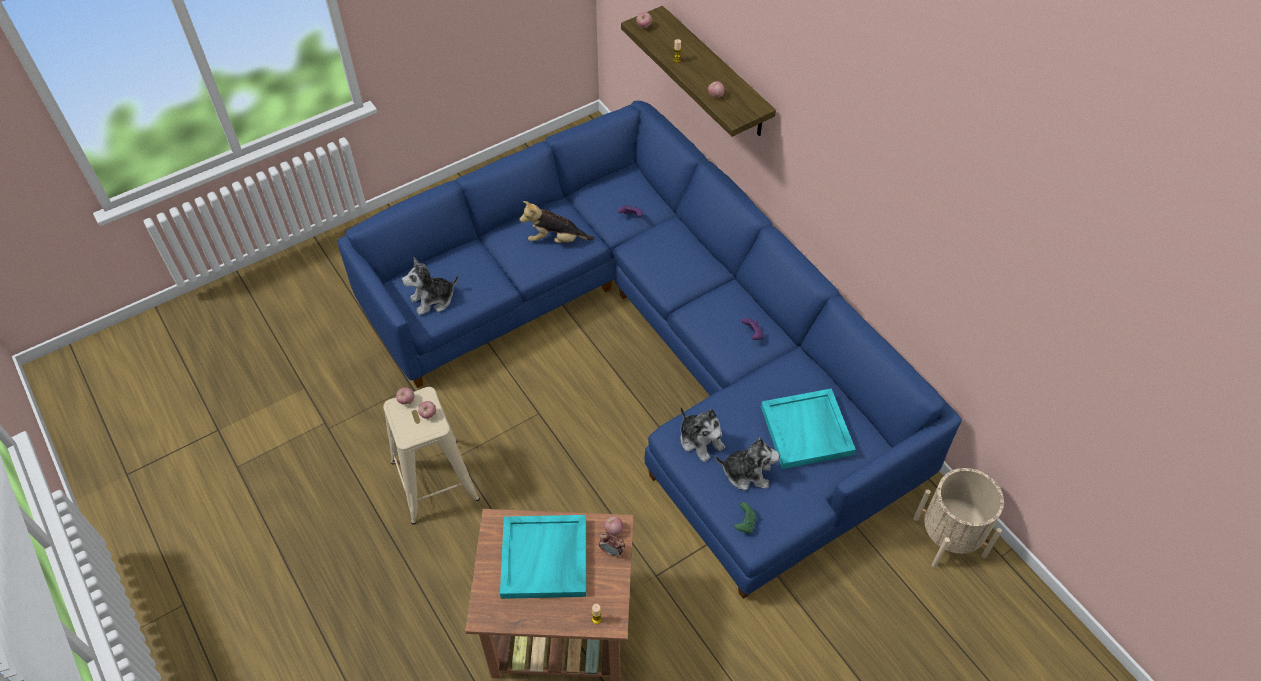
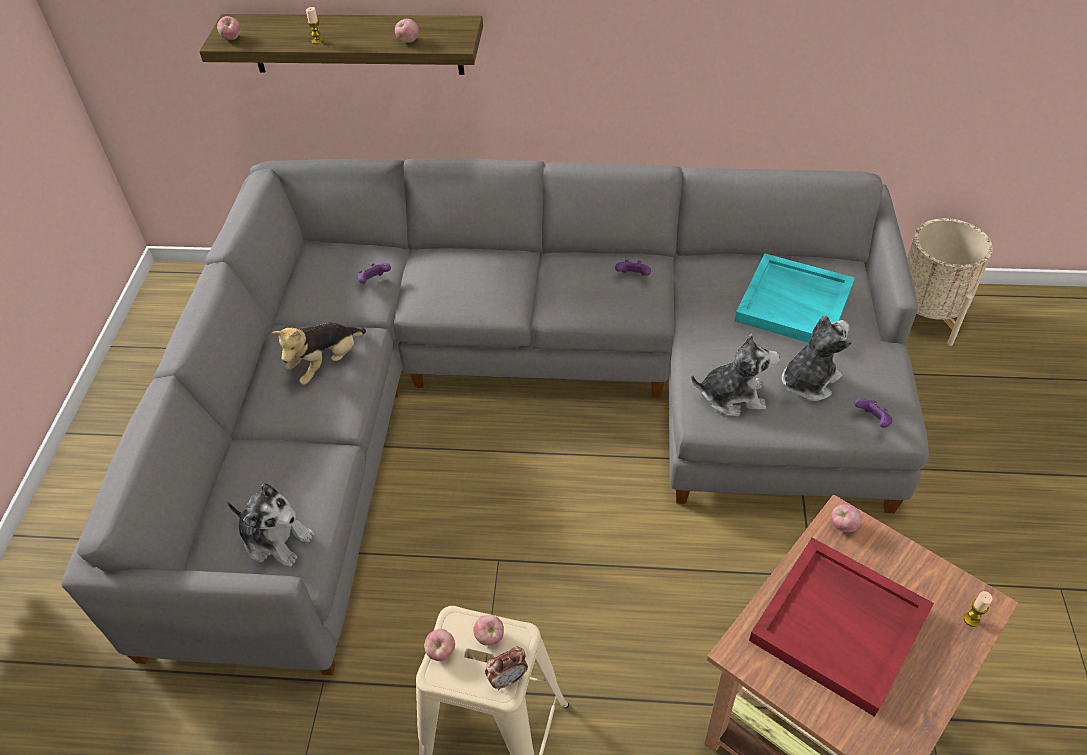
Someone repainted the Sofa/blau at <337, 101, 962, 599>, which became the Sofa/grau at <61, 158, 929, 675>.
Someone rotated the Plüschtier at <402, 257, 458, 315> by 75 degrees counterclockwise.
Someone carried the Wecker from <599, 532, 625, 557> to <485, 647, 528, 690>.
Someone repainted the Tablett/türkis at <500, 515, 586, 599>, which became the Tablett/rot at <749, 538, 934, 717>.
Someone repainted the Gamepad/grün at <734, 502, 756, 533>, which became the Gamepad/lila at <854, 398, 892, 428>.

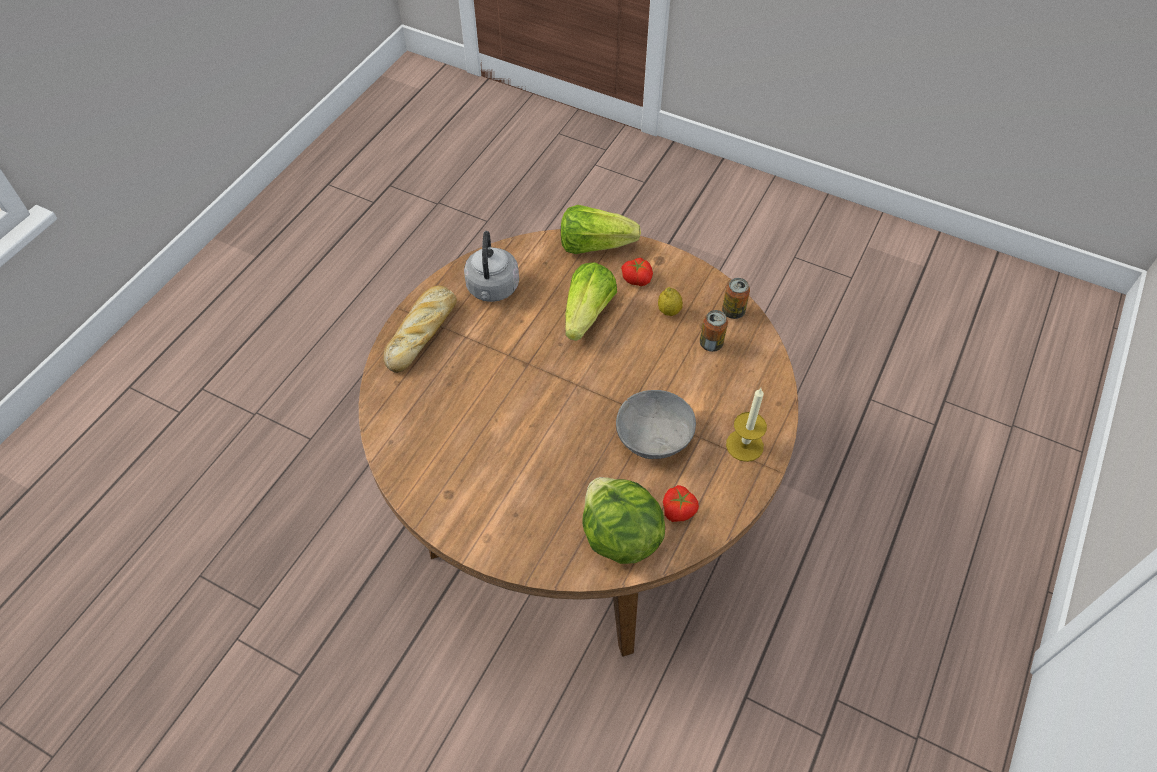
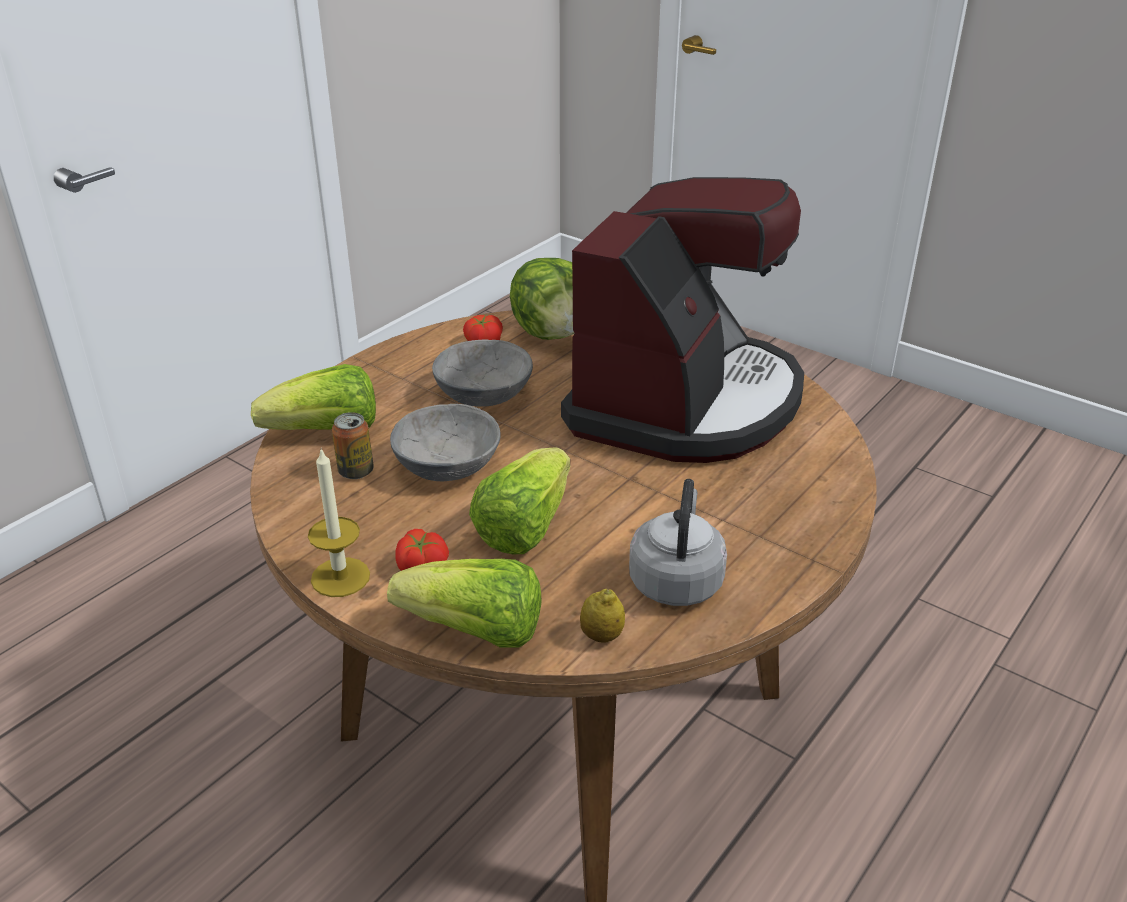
Someone put down the Salatkopf at <251, 364, 376, 430>.
Someone carried the Kerze from <726, 388, 767, 462> to <308, 448, 370, 597>.
Someone put down the Schüssel/grau at <390, 404, 501, 481>.
Someone put down the Kaffeemaschine at <561, 177, 804, 463>.
Someone carried the Zitrone from <658, 287, 683, 316> to <580, 589, 625, 643>.
Someone took away the Brot at <383, 285, 457, 373>.
Someone took away the Dose at <722, 278, 750, 319>.

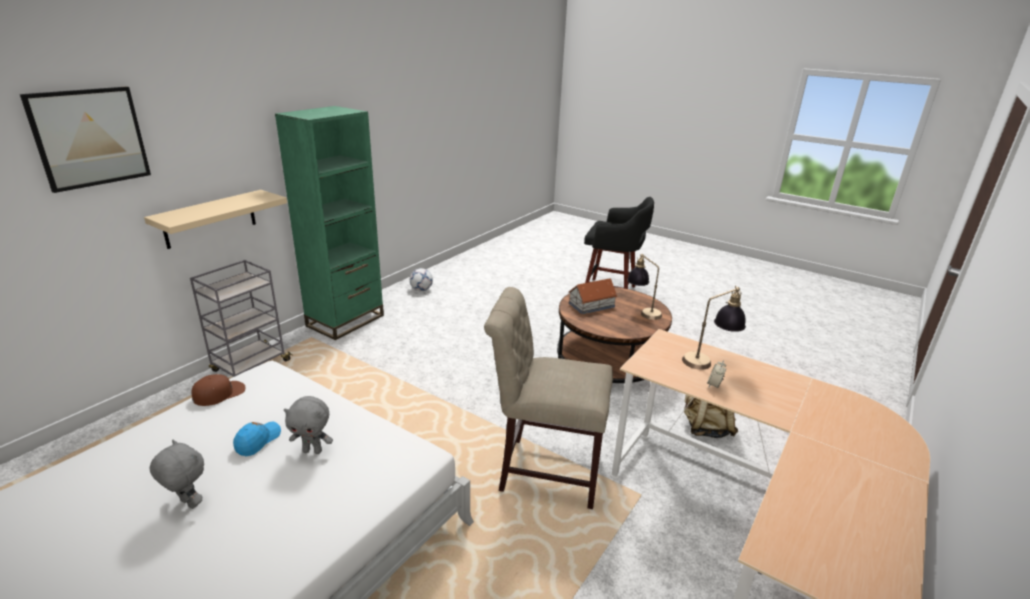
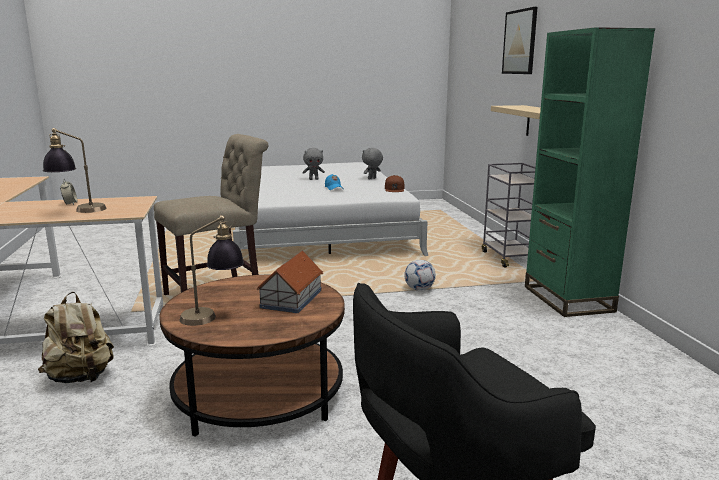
Someone carried the Plüschtier/grau from <284, 396, 333, 454> to <362, 148, 383, 179>.
Someone carried the Fußball from <410, 268, 433, 291> to <404, 260, 436, 291>.

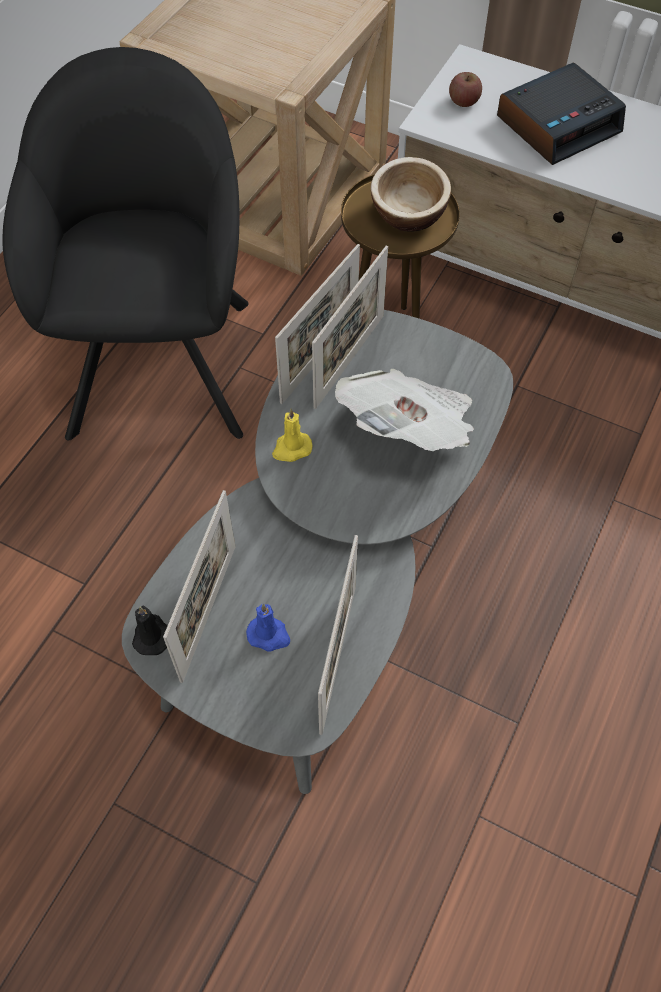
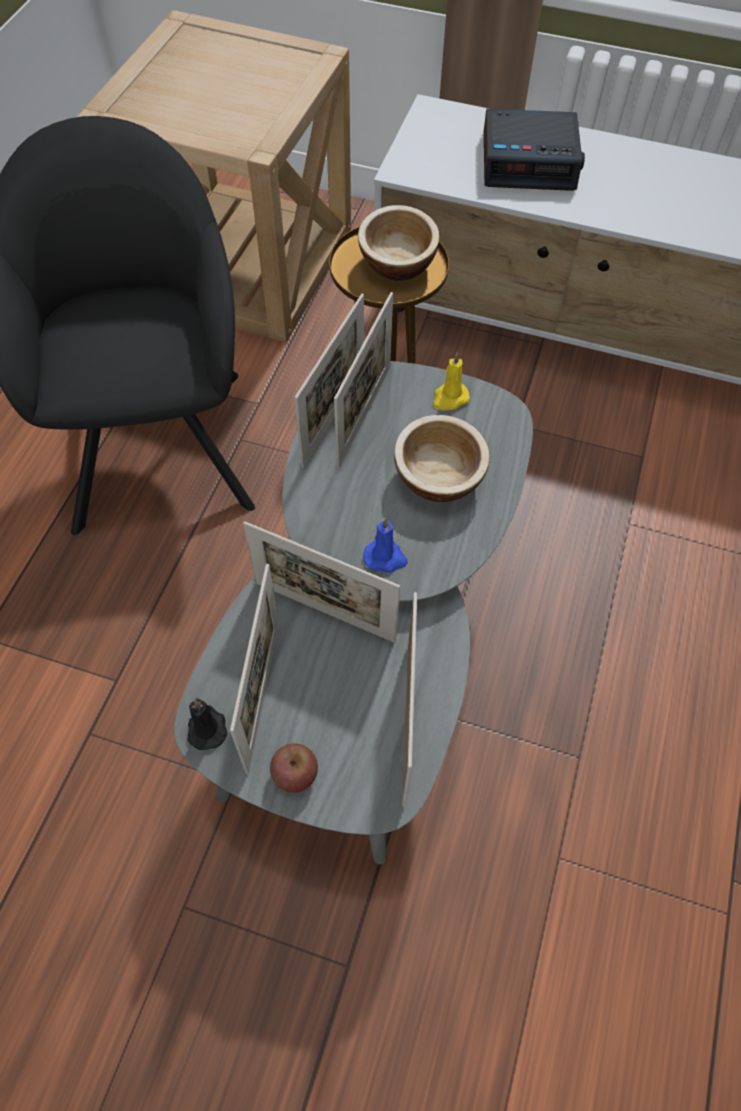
Someone put down the Bilderrahmen at <243, 522, 400, 643>.
Someone carried the Apfel from <449, 72, 482, 107> to <270, 743, 318, 792>.
Someone carried the Kerze/blau from <246, 604, 290, 652> to <363, 518, 408, 573>.
Someone swapped the Zeitung at <335, 369, 474, 451> for the Schüssel at <394, 415, 490, 502>.
Someone carried the Kerze/gelb from <272, 408, 313, 462> to <433, 352, 470, 410>.
Someone rotated the Wecker at <497, 63, 626, 165> by 45 degrees clockwise.

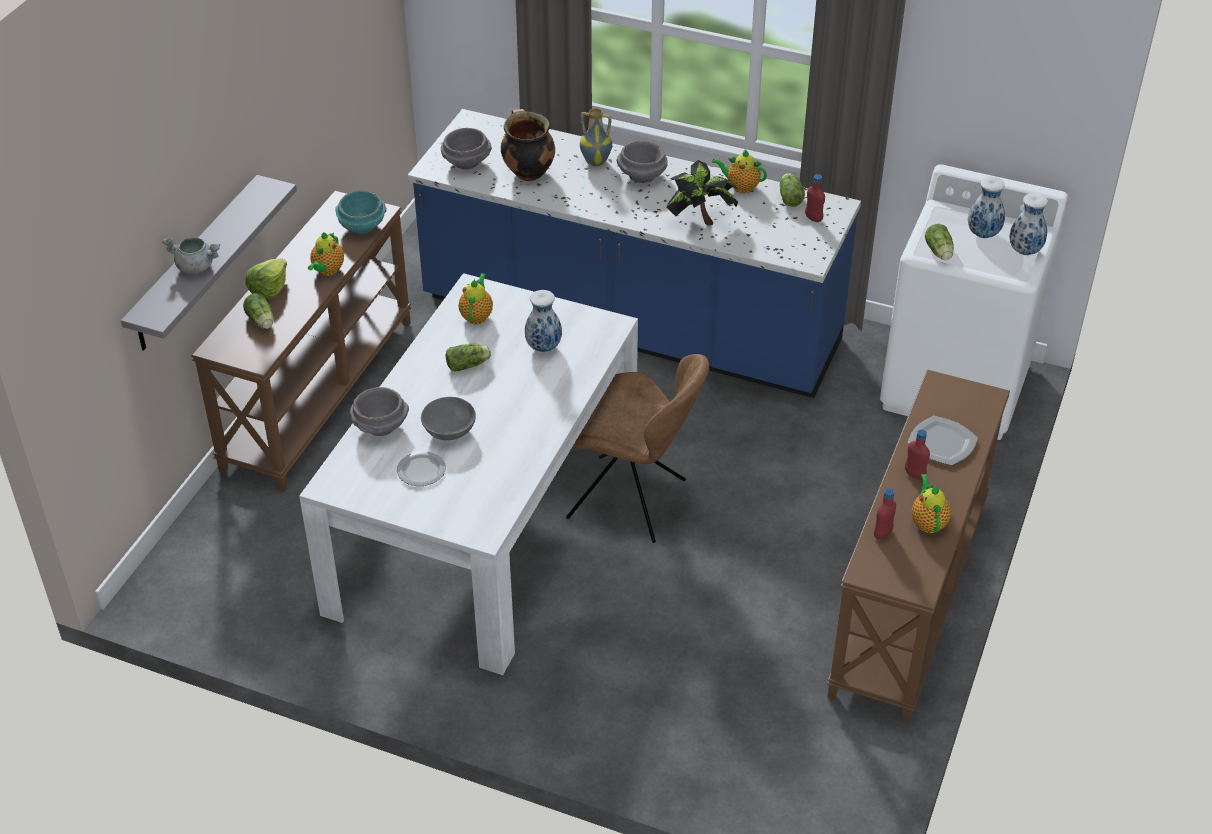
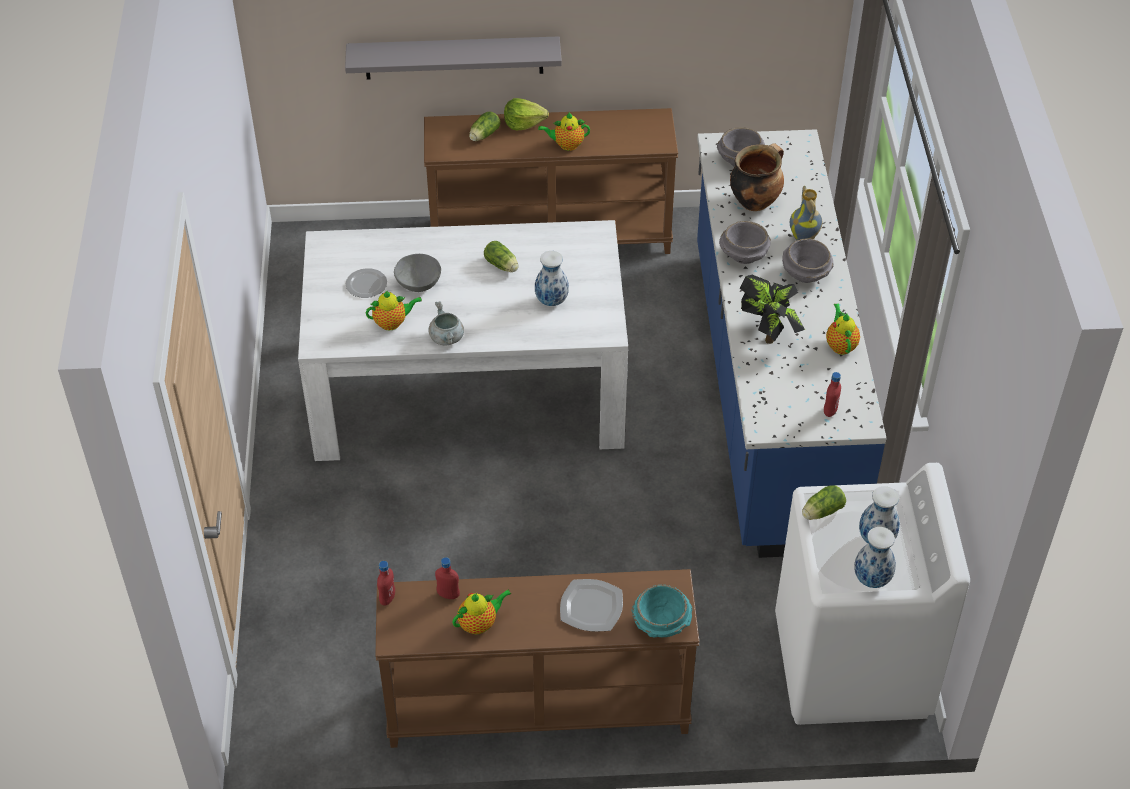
Someone carried the Teekanne from <459, 274, 493, 324> to <366, 291, 422, 330>.
Someone carried the Flasche/rot from <905, 429, 930, 480> to <377, 561, 395, 606>.
Someone carried the Kochtopf/grau from <163, 237, 220, 274> to <429, 301, 464, 346>.
Someone carried the Schüssel/türkis from <335, 190, 387, 234> to <632, 585, 692, 638>.
Someone carried the Schüssel/grau from <350, 387, 409, 436> to <719, 221, 771, 264>.
Someone took away the Stuhl/braun at <566, 354, 709, 543>.
Someone took away the Salatkopf at <780, 173, 805, 207>.

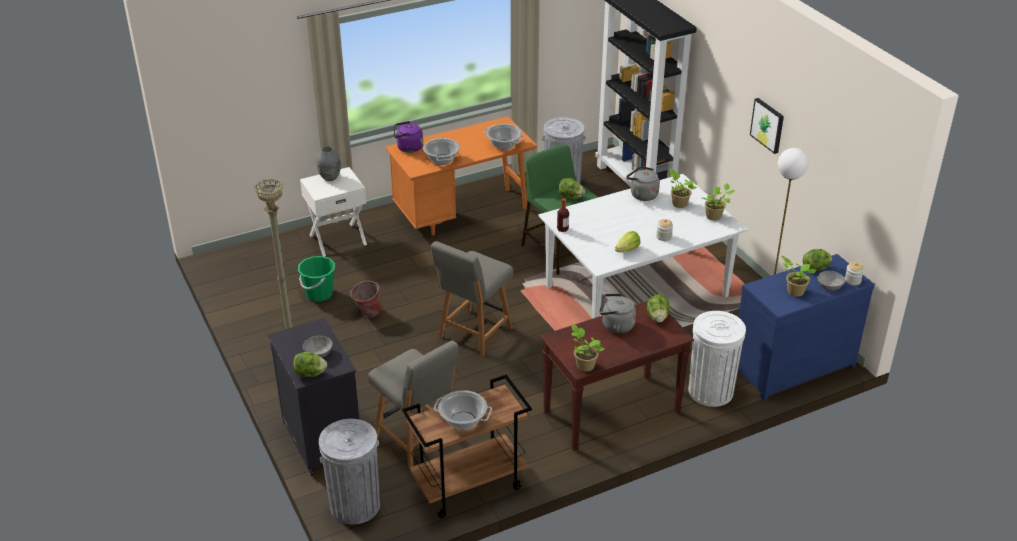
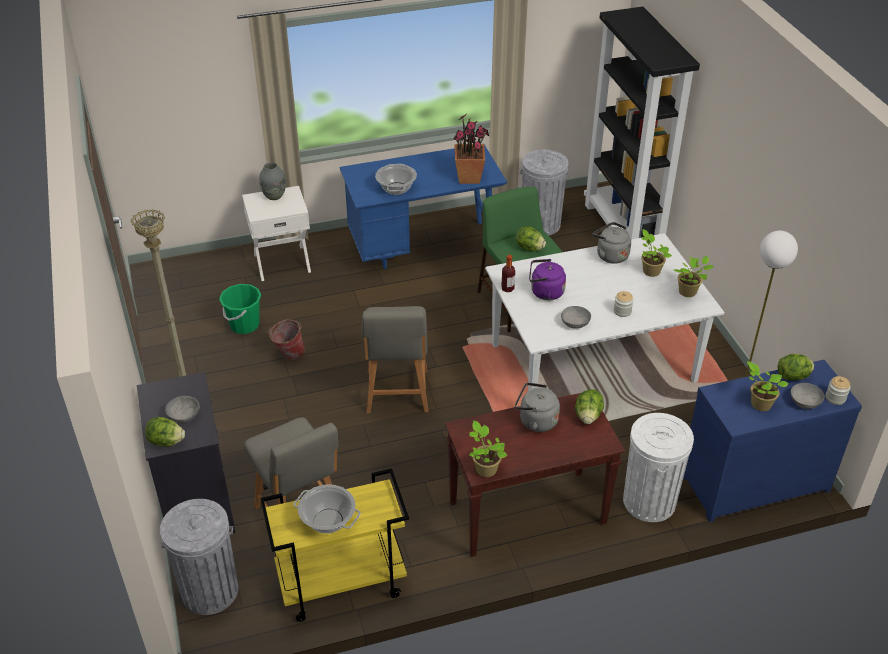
Someone repainted the Rollwagen/braun at <402, 375, 532, 518>, which became the Rollwagen/gelb at <260, 469, 409, 622>.
Someone repainted the Schreibtisch/orange at <385, 117, 538, 236>, which became the Schreibtisch/blau at <339, 145, 507, 269>.
Someone rotated the Stuhl/grau at <431, 241, 513, 356> by 45 degrees counterclockwise.
Someone swapped the Kochtopf at <483, 124, 525, 150> for the Topfpflanze at <453, 114, 490, 184>.
Someone carried the Wasserkessel/lila from <394, 121, 423, 153> to <529, 259, 566, 300>.
Someone swapped the Salatkopf at <615, 231, 640, 252> for the Schüssel/grau at <561, 306, 591, 329>.
Someone took away the Bild at <750, 98, 784, 154>.

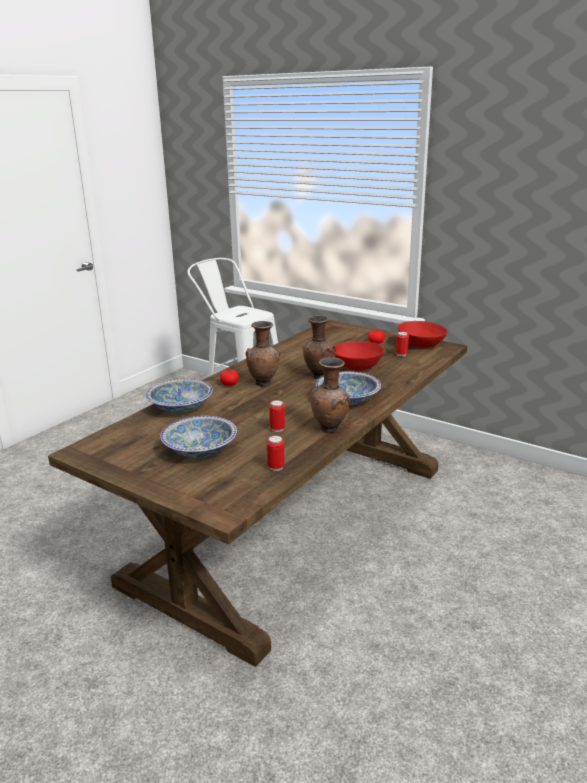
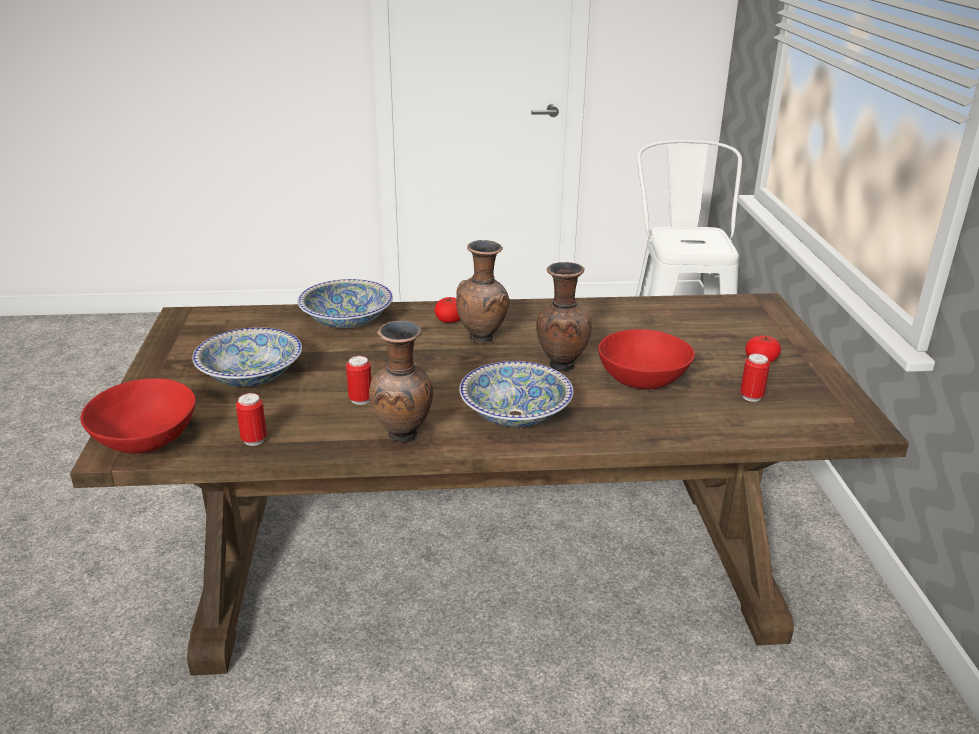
Someone carried the Schüssel/rot from <398, 321, 448, 348> to <80, 379, 196, 454>.

